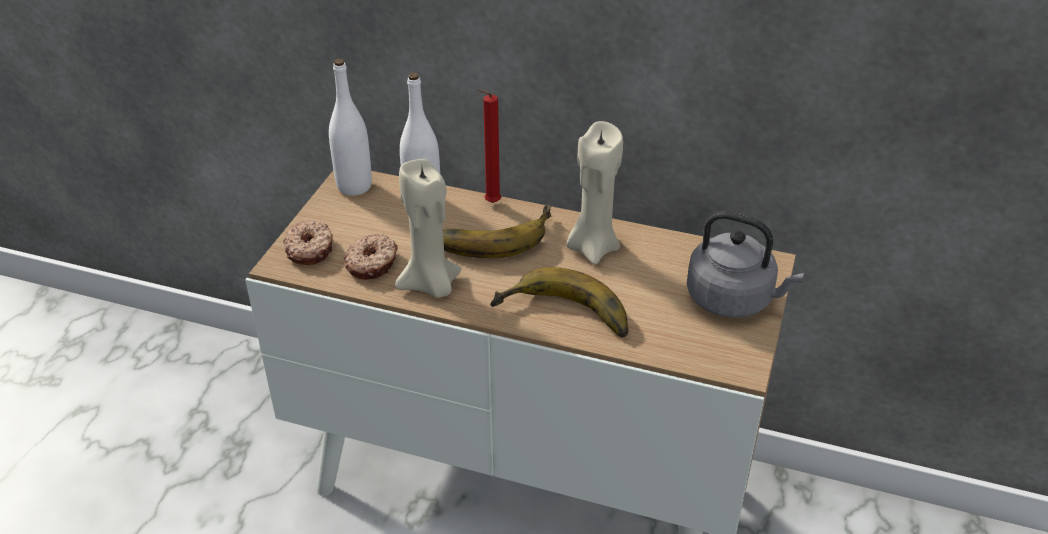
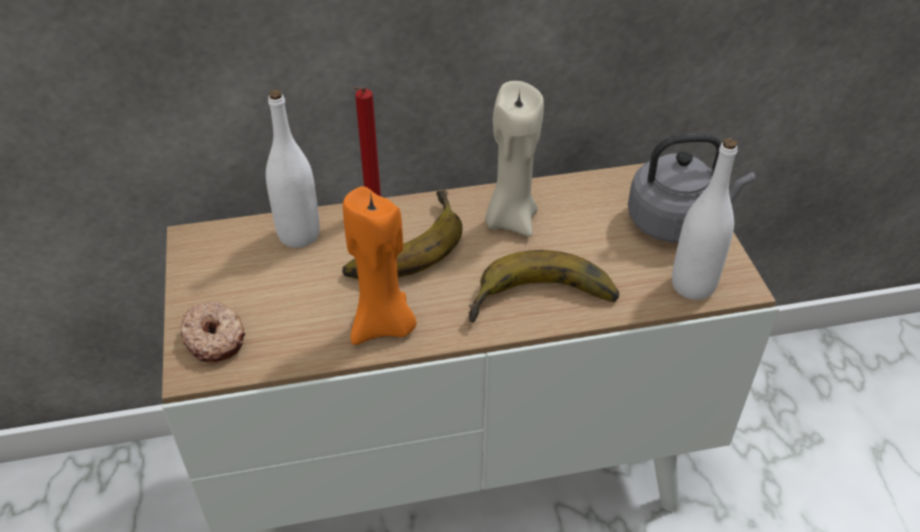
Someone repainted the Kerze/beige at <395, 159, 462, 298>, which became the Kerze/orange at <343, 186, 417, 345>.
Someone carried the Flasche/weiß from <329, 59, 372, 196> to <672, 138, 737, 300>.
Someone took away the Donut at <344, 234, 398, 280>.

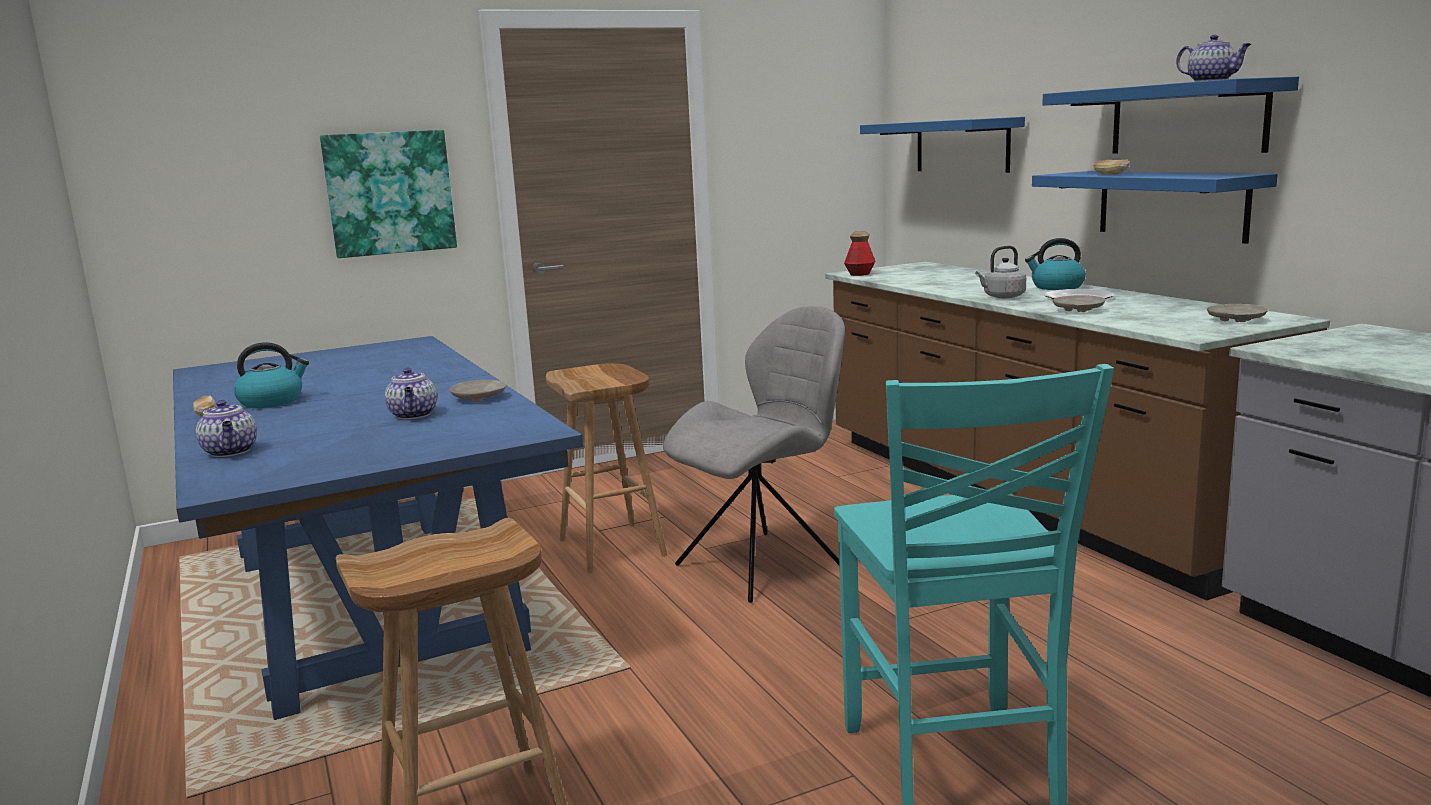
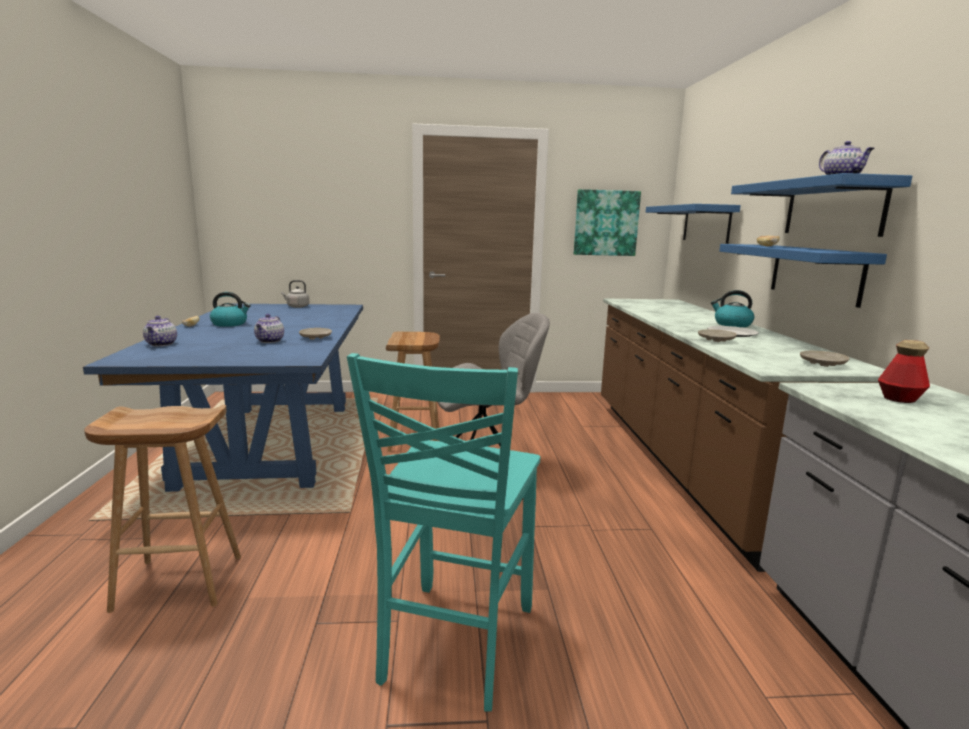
Someone carried the Wasserkessel/grau from <975, 246, 1026, 298> to <281, 280, 309, 308>.
Someone carried the Bild from <320, 130, 457, 258> to <574, 189, 641, 256>.
Someone carried the Flasche from <844, 231, 875, 276> to <878, 340, 930, 403>.

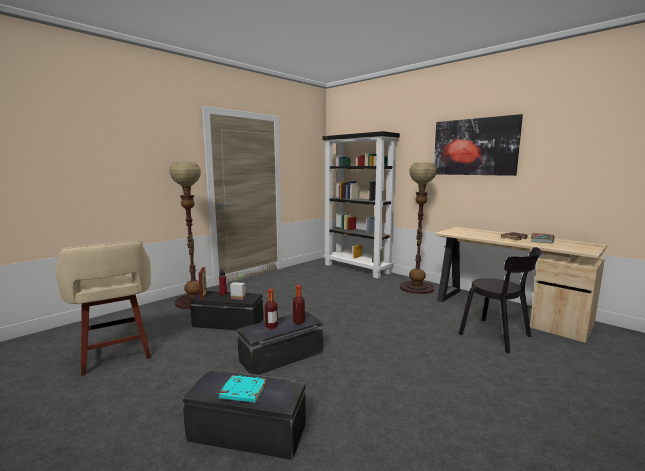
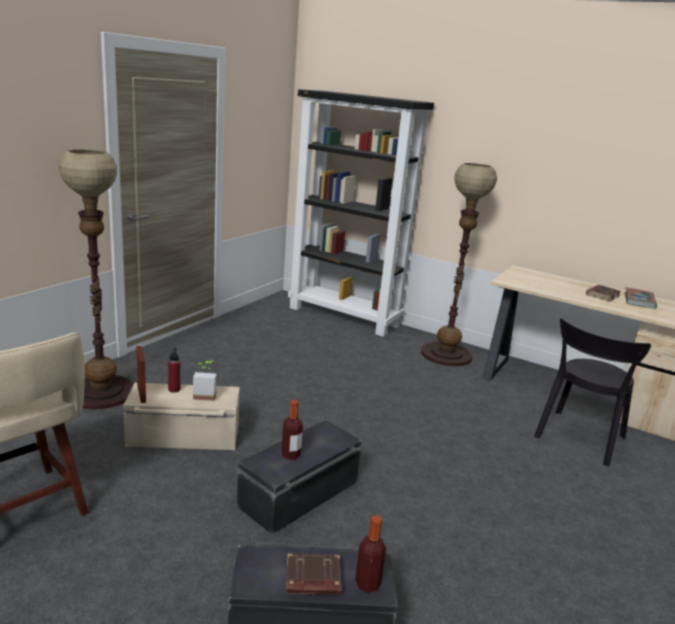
Someone repainted the Aufbewahrungsbox/schwarz at <190, 291, 263, 330>, which became the Aufbewahrungsbox/beige at <123, 383, 240, 450>.
Someone repainted the Buch/türkis at <219, 375, 266, 403>, which became the Buch/braun at <286, 553, 342, 595>.
Someone carried the Flasche from <293, 285, 305, 324> to <355, 515, 386, 593>.
Someone rotated the Stuhl/schwarz at <459, 247, 542, 354> by 90 degrees clockwise.
Someone took away the Bild at <434, 114, 523, 176>.

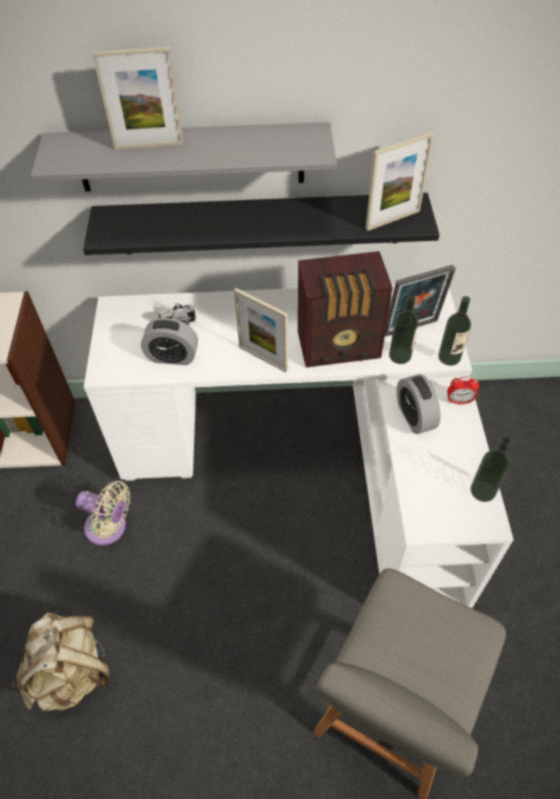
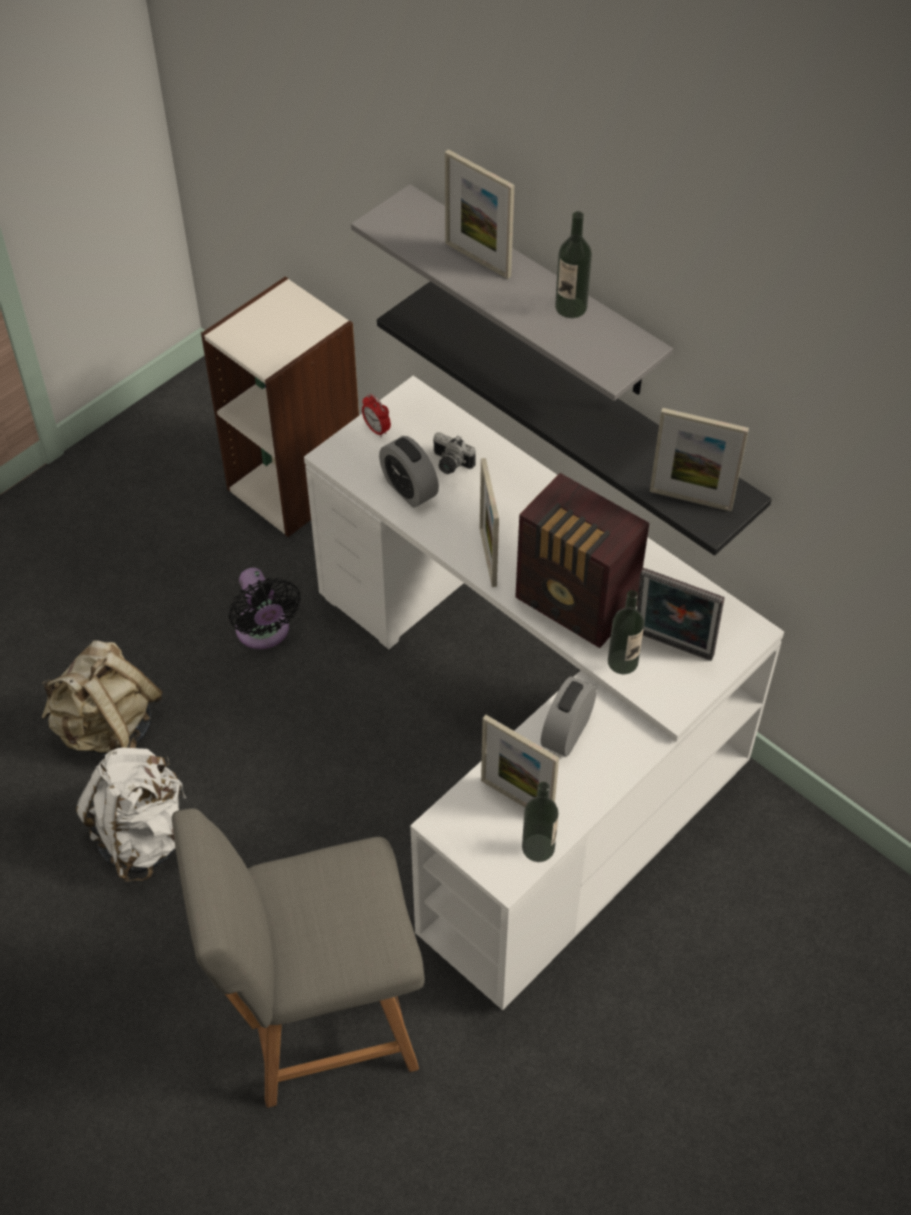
Someone put down the Rucksack/weiß at <76, 748, 187, 882>.
Someone repainted the Ventilator/beige at <76, 481, 130, 546>, which became the Ventilator/schwarz at <228, 567, 301, 649>.
Someone carried the Wecker from <447, 377, 479, 404> to <362, 394, 391, 438>.
Someone put down the Bilderrahmen at <481, 715, 559, 807>.
Someone carried the Flasche from <438, 296, 471, 366> to <555, 211, 592, 318>.

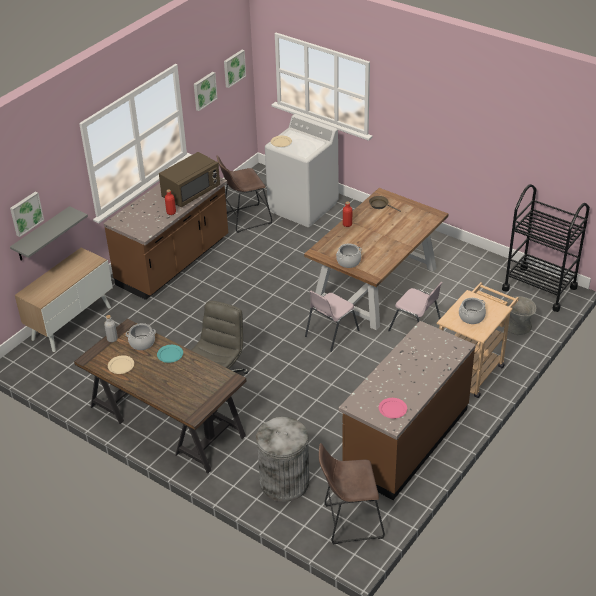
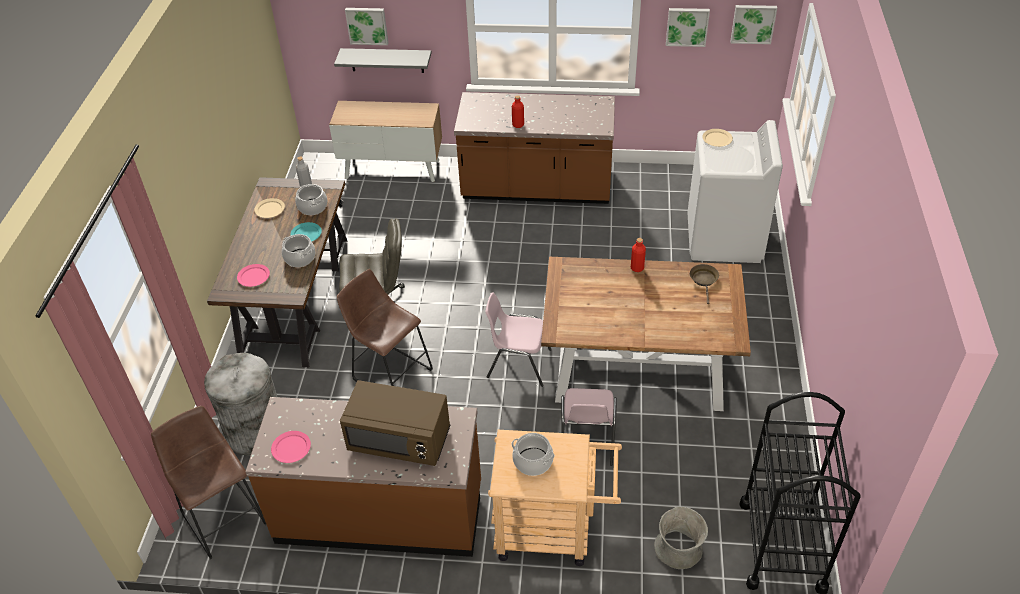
Someone put down the Teller/rosa at <237, 264, 270, 287>.
Someone carried the Kochtopf from <336, 243, 362, 268> to <282, 234, 316, 267>.
Someone carried the Hocker/braun from <217, 156, 272, 233> to <337, 269, 433, 386>.
Someone carried the Mikrowelle/braun from <159, 152, 220, 207> to <340, 380, 450, 466>.

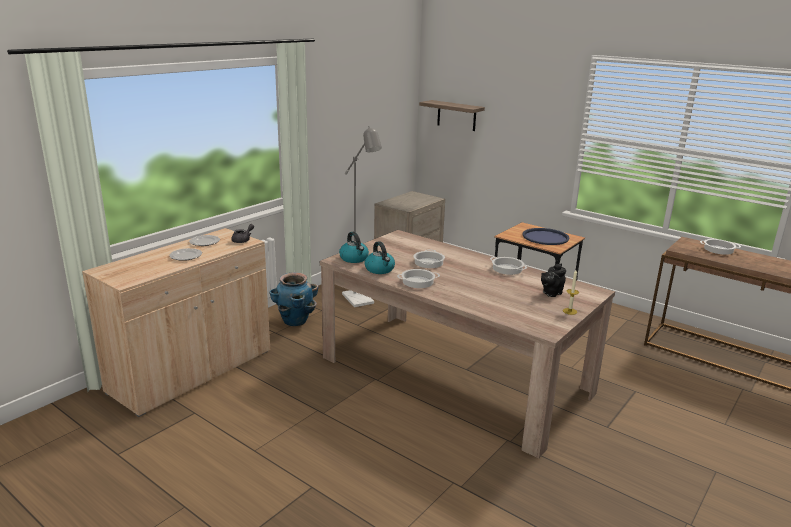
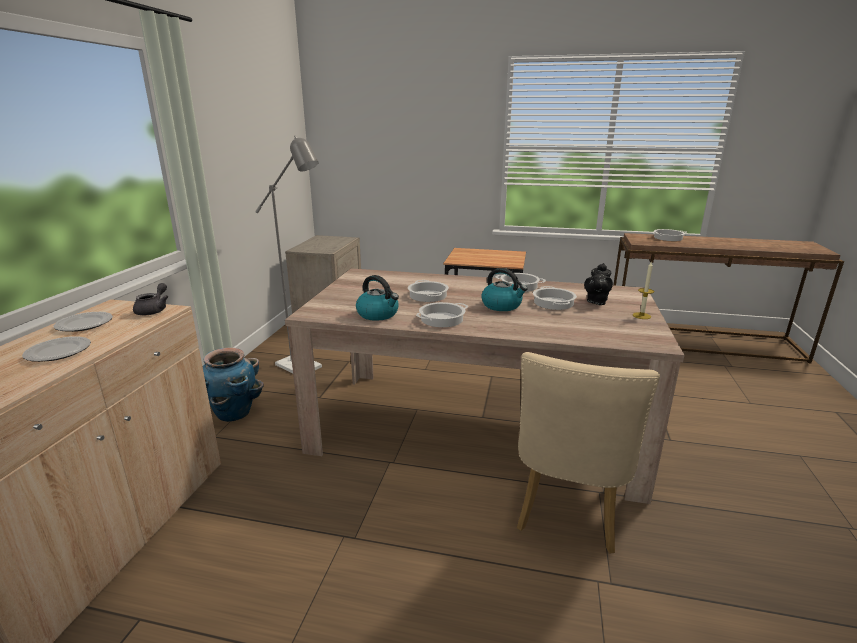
Someone carried the Wasserkessel from <339, 232, 369, 263> to <481, 268, 528, 311>.
Someone put down the Stuhl/beige at <517, 352, 660, 553>.
Someone put down the Kochtopf at <533, 286, 577, 310>.
Someone took away the Wandregal at <419, 100, 485, 131>.
Someone took away the Tablett/blau at <522, 228, 570, 245>.

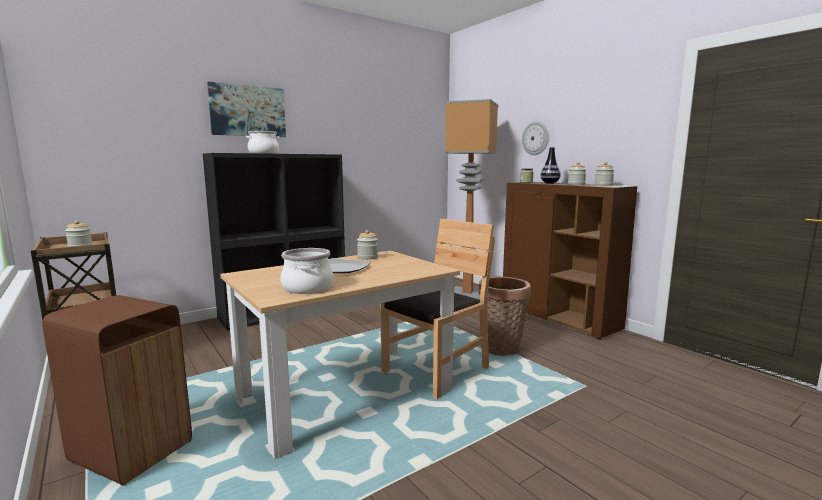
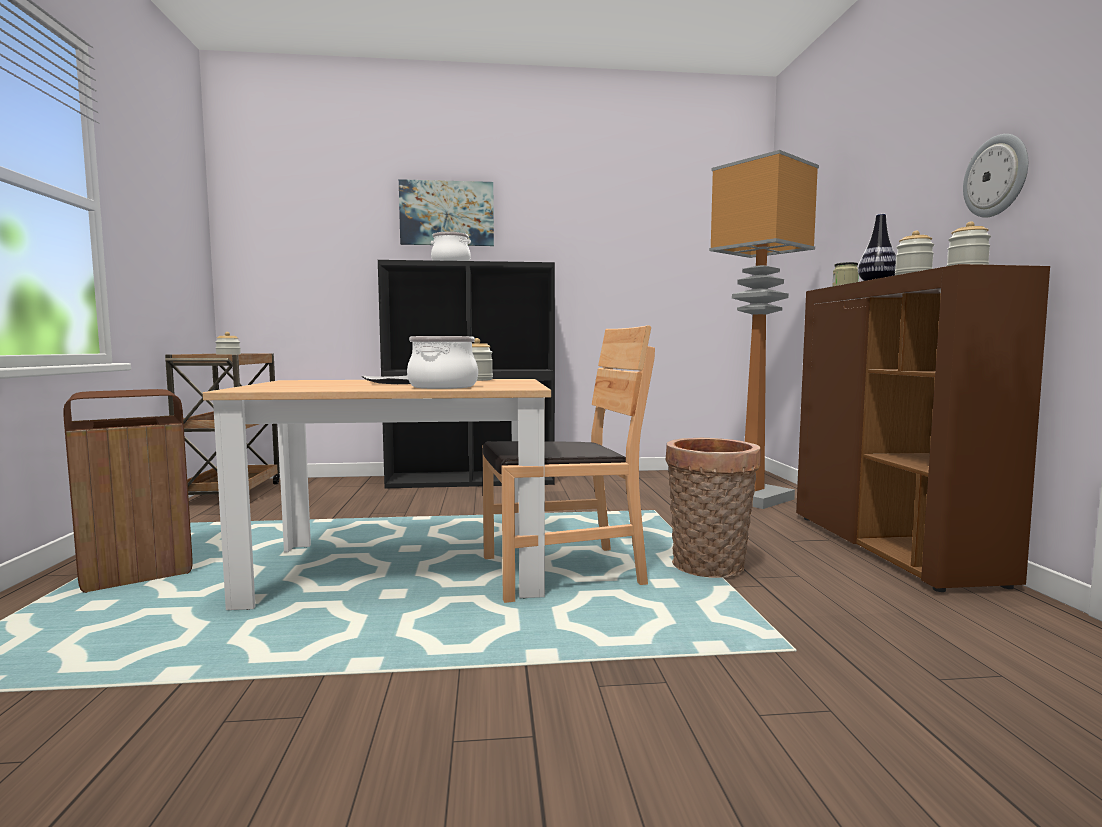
Someone carried the Kochtopf from <280, 248, 333, 294> to <407, 336, 478, 389>.
Someone carried the Wanduhr from <522, 122, 549, 155> to <963, 134, 1028, 218>.

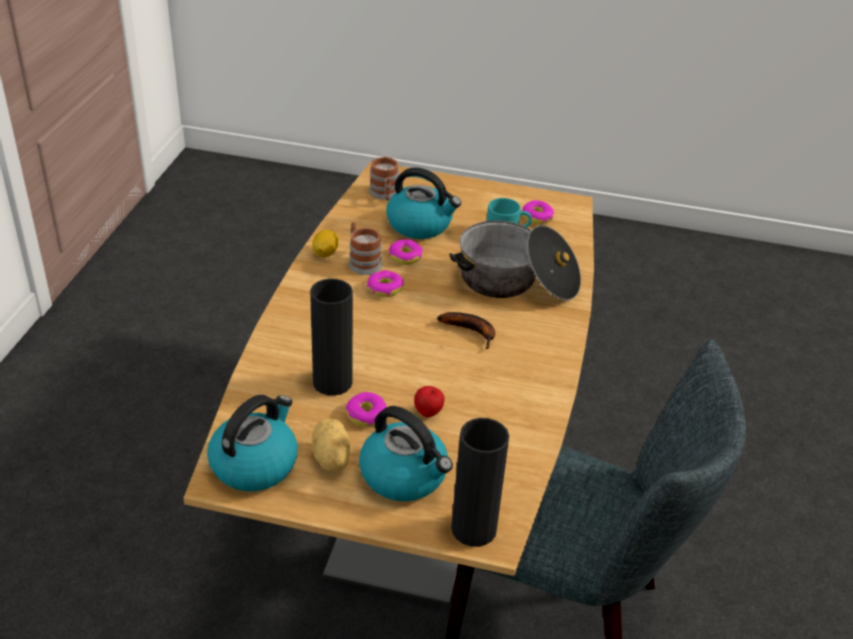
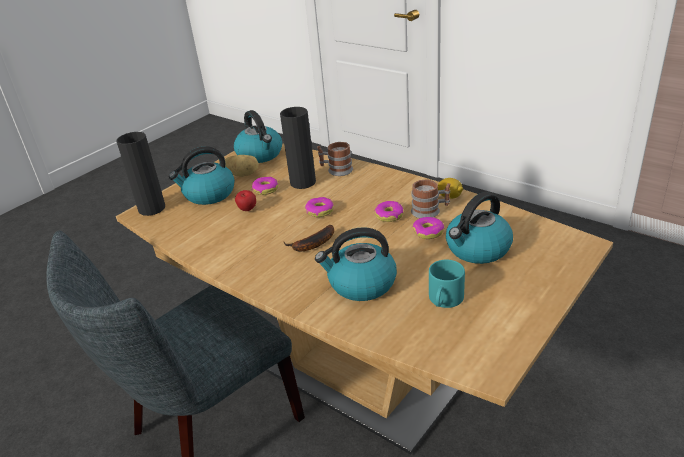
Someone carried the Donut from <522, 200, 554, 224> to <305, 197, 334, 217>.
Someone swapped the Kochtopf at <449, 220, 581, 300> for the Wasserkessel at <315, 227, 397, 301>.
Someone carried the Henkelbecher from <369, 157, 399, 201> to <317, 142, 353, 176>.

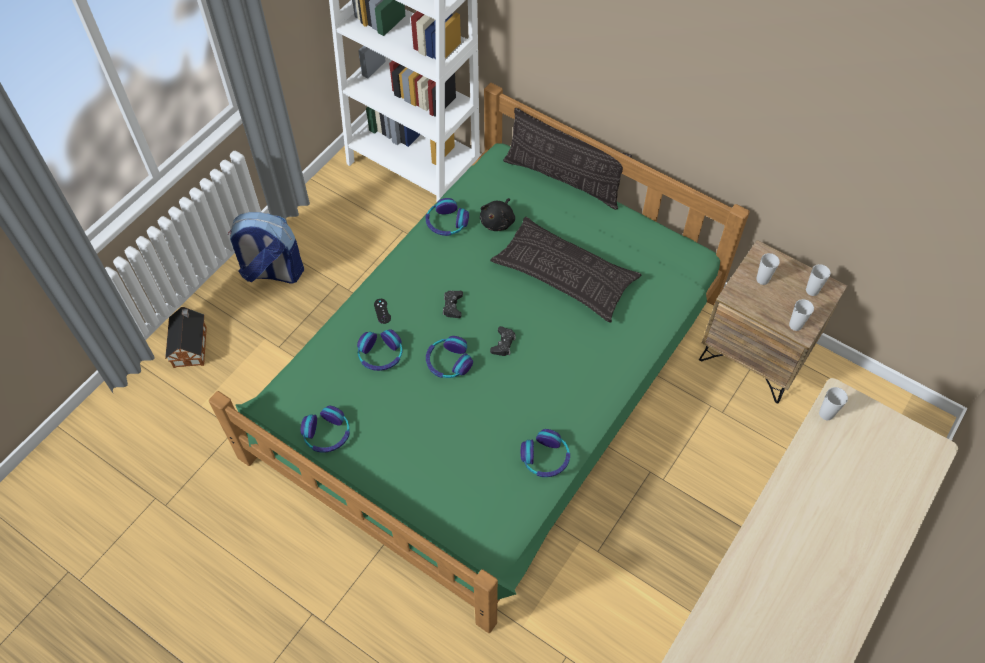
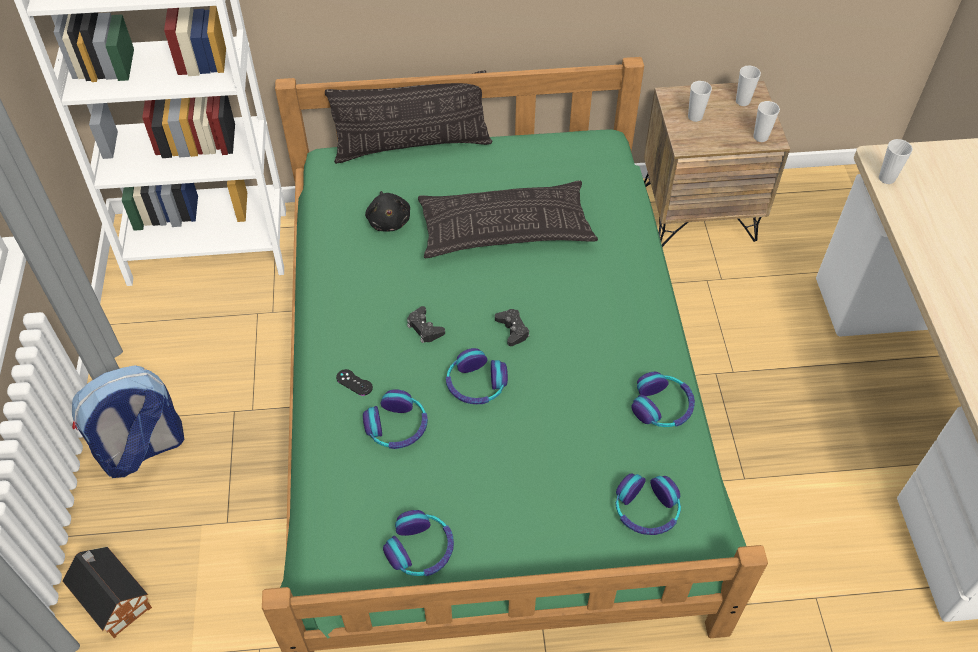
Someone carried the Kopfhörer from <425, 198, 469, 236> to <616, 473, 681, 535>.

